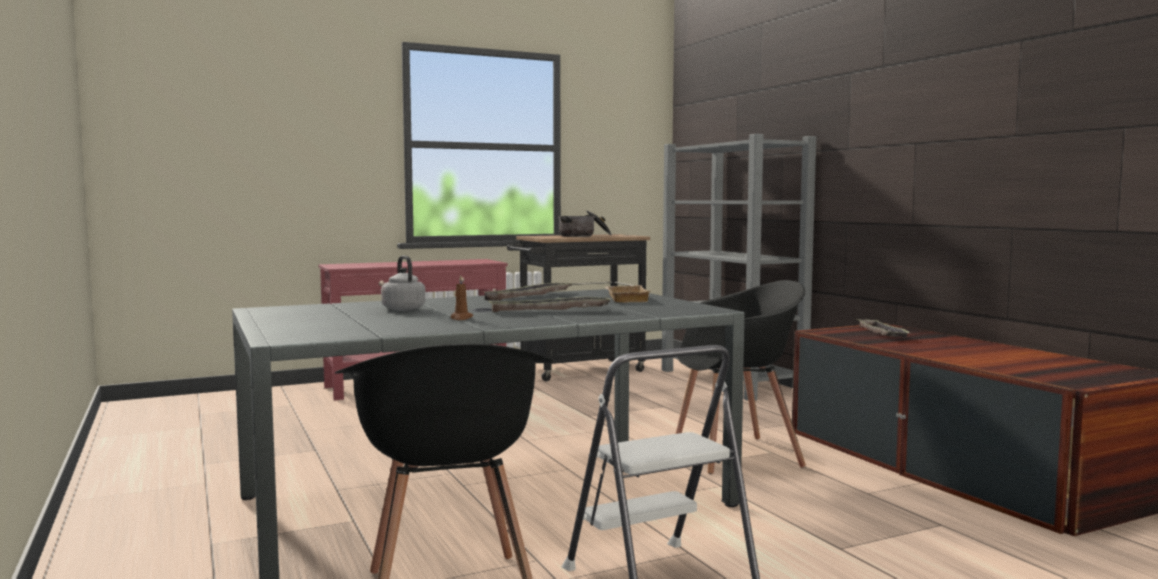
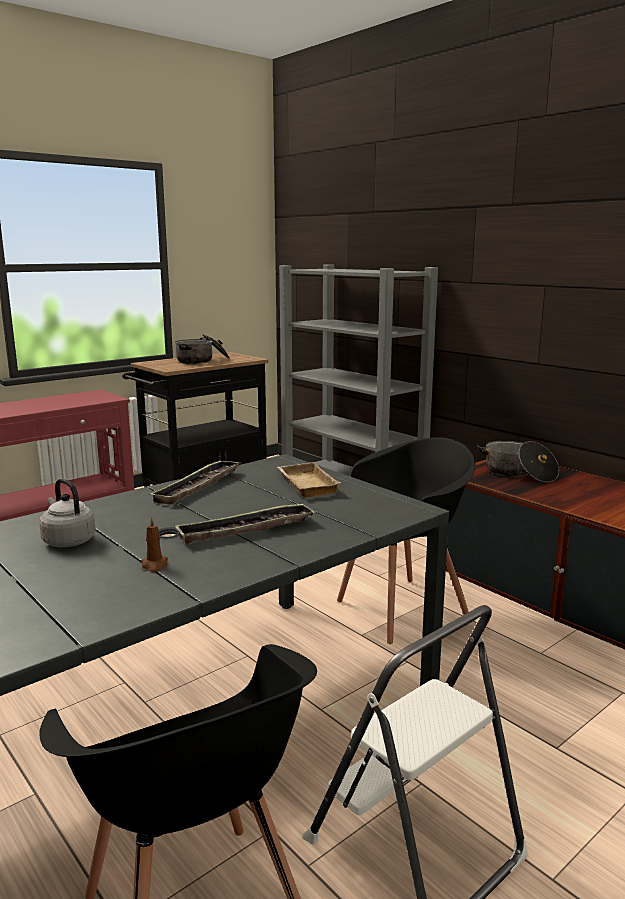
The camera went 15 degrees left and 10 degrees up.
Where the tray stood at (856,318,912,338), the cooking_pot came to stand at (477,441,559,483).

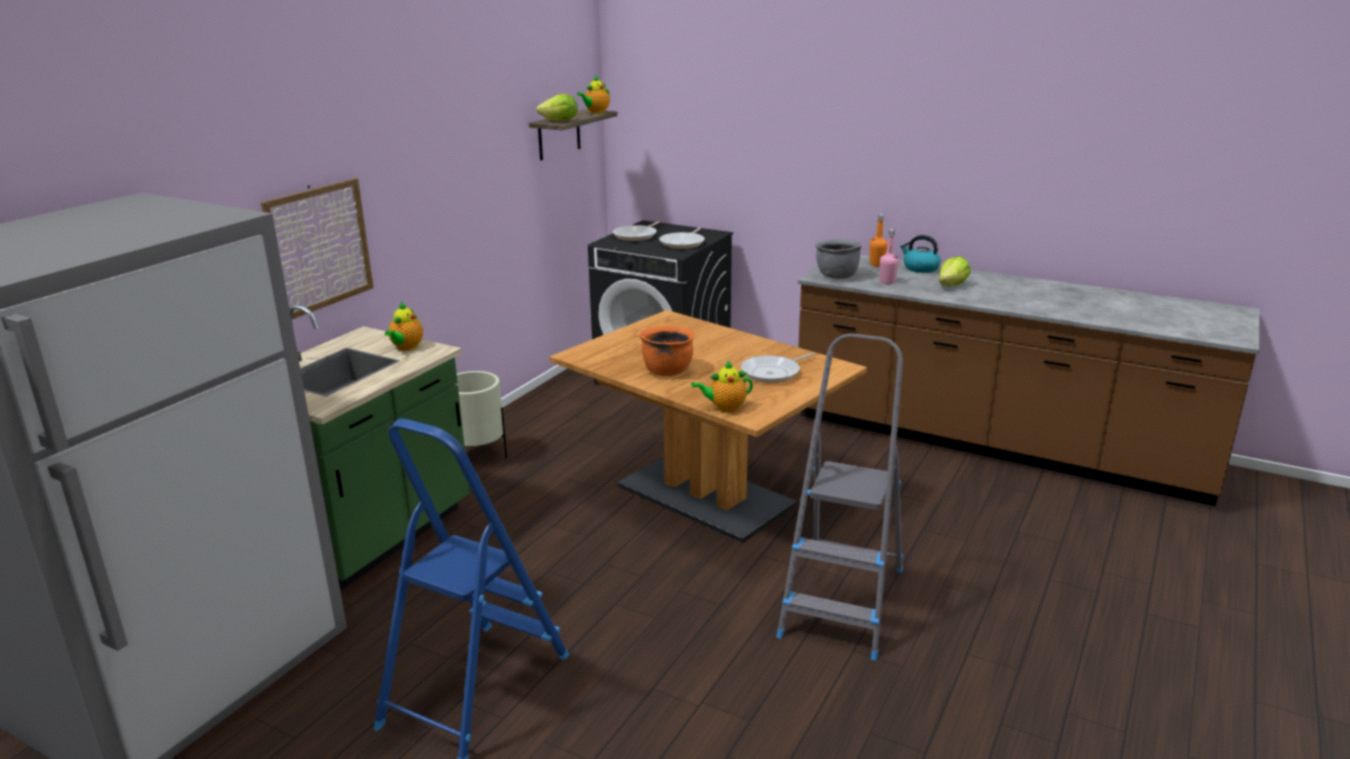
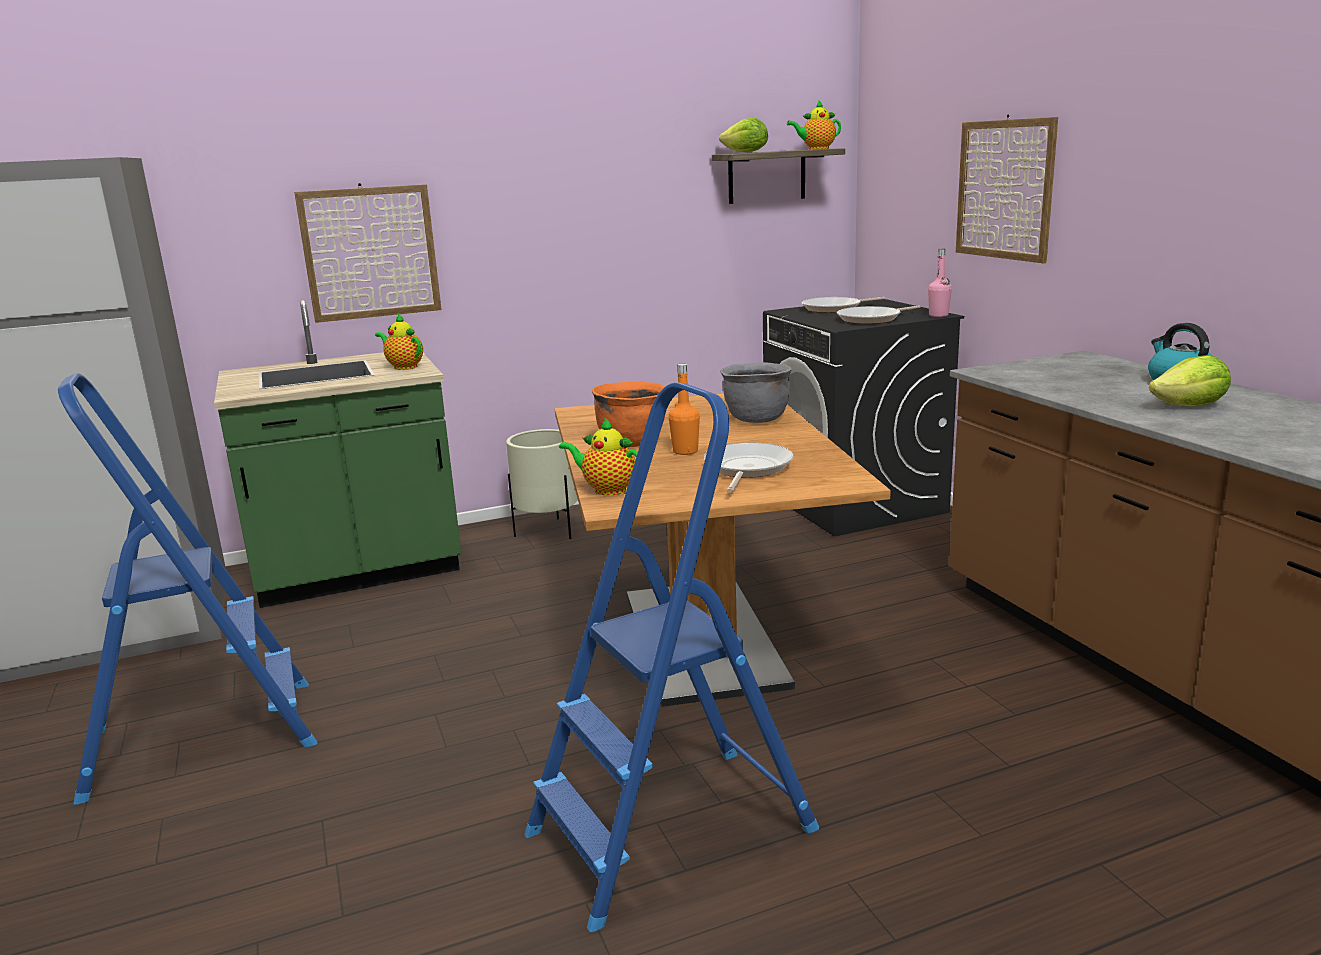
The camera went 40 degrees right and 5 degrees down.
The orange_bottle ended up elsewhere, having gone from (870,214,888,266) to (669,364,700,455).
The pink_bottle ended up elsewhere, having gone from (879,229,899,284) to (928,249,952,317).
The grey_cooking_pot ended up elsewhere, having gone from (815,238,862,279) to (720,362,792,423).
The teapot at (385,302,423,351) ended up facing another way, 75 degrees clockwise from before.
What was the grey_step_ladder at (777,334,903,661) turned into the blue_step_ladder at (524,382,819,932).
The frying_pan at (740,352,815,383) ended up facing another way, 105 degrees clockwise from before.
The second view gained the picture at (956,114,1058,263).

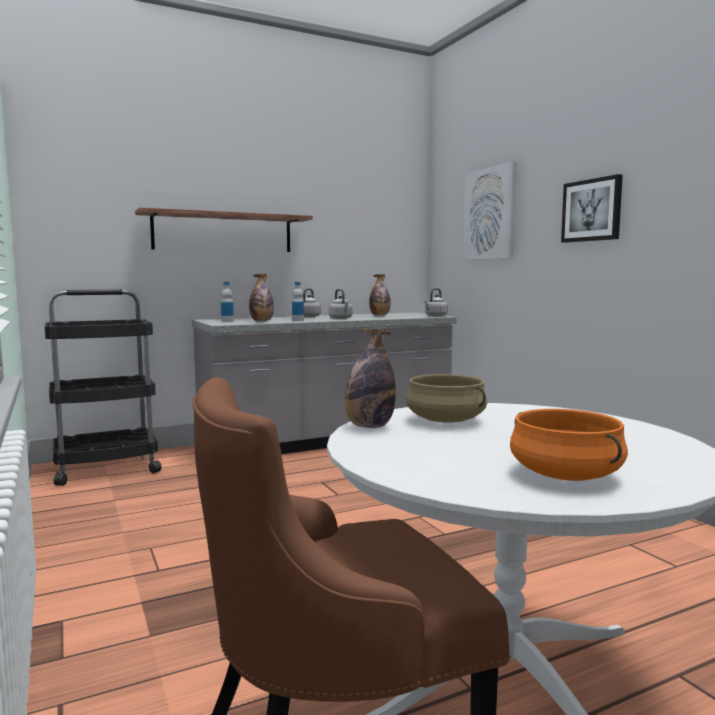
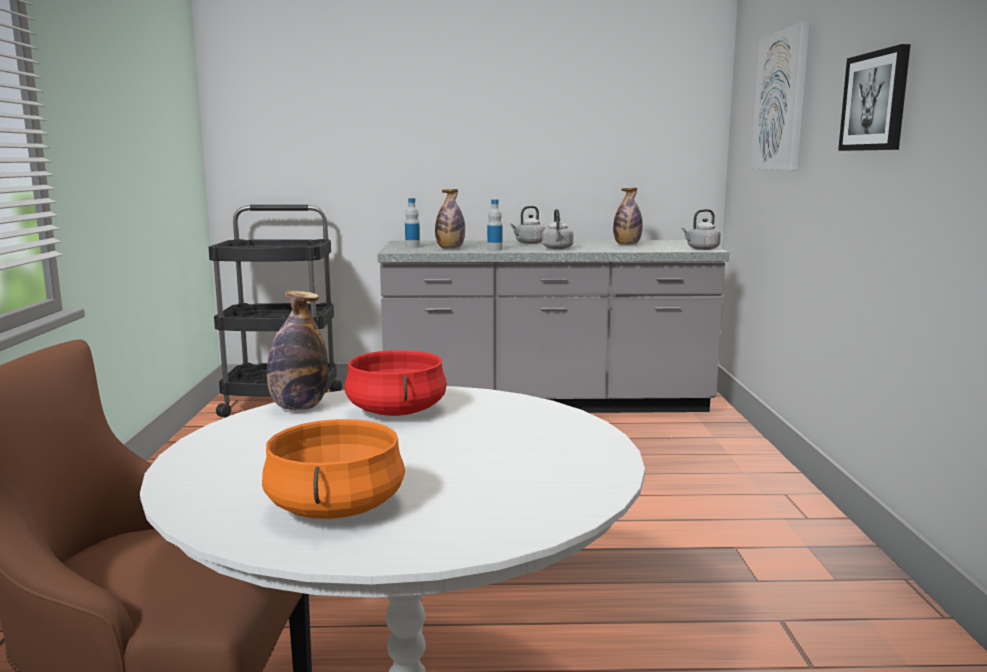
The camera went 25 degrees right and 5 degrees up.
The second view lost the shelf at (135,207,313,252).
What was the beige_cooking_pot at (406,374,487,423) turned into the red_cooking_pot at (344,350,447,416).

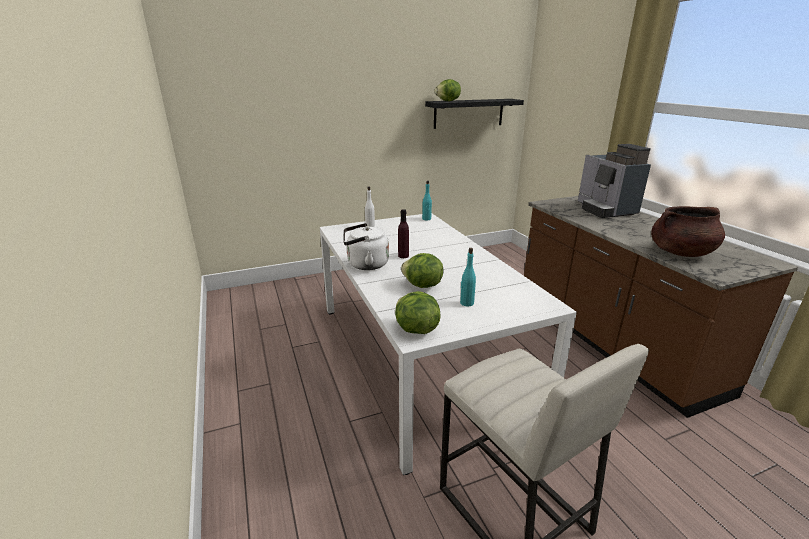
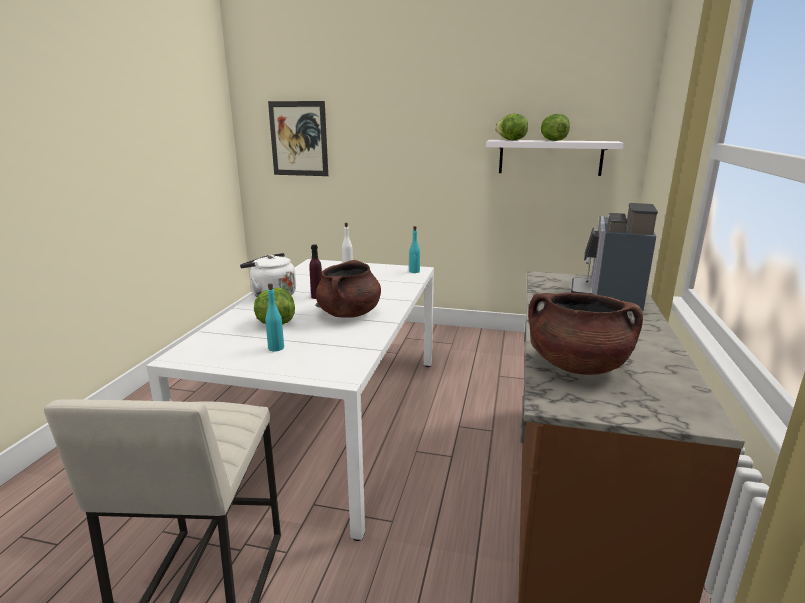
The camera went 35 degrees right and 5 degrees down.
What was the black_shelf at (425,99,524,129) turned into the white_shelf at (486,140,624,176).
The lettuce ended up elsewhere, having gone from (395,291,441,334) to (541,114,570,141).
The second view gained the picture at (268,101,328,176).
The second view gained the brown_cooking_pot at (316,260,381,318).

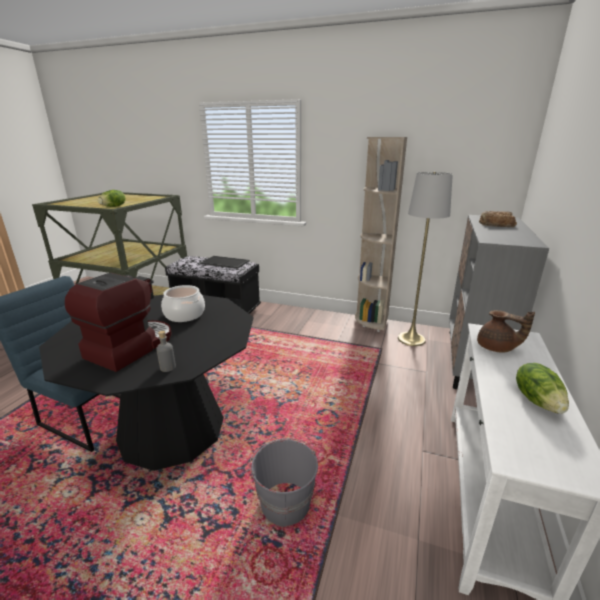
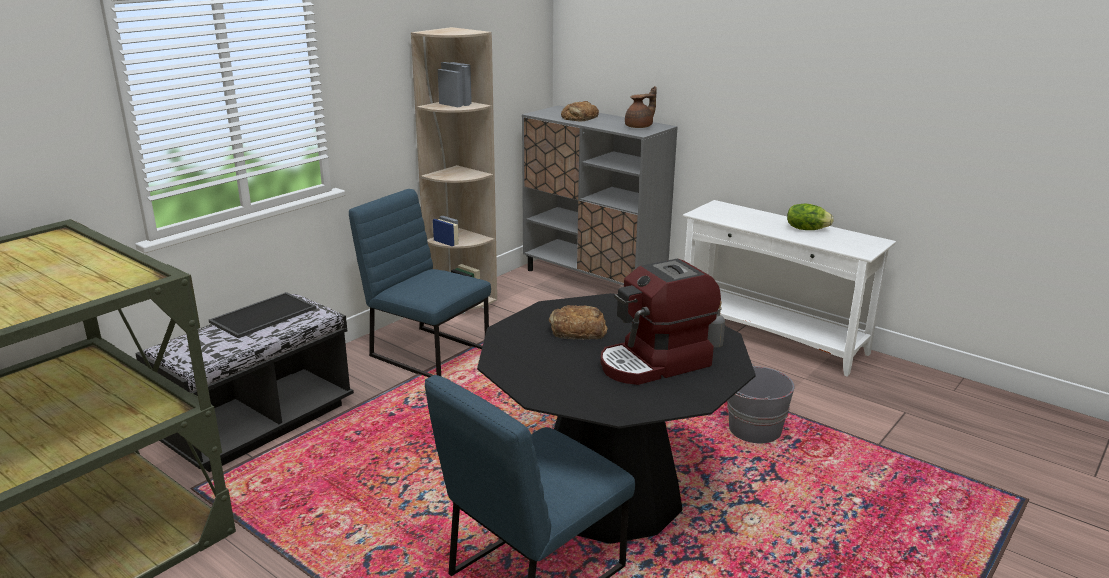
The camera went 70 degrees left and 0 degrees up.
The second view lost the grey_floor_lamp at (398,172,453,346).
The second view lost the lettuce at (98,190,126,207).
The coffee_machine at (65,273,171,372) ended up facing another way, 75 degrees counterclockwise from before.
Where the cooking_pot stood at (161,285,205,322), the bread came to stand at (549,305,608,340).
The brown_teapot ended up elsewhere, having gone from (477,310,535,353) to (625,86,657,128).
The second view gained the blue_chair at (349,189,491,377).

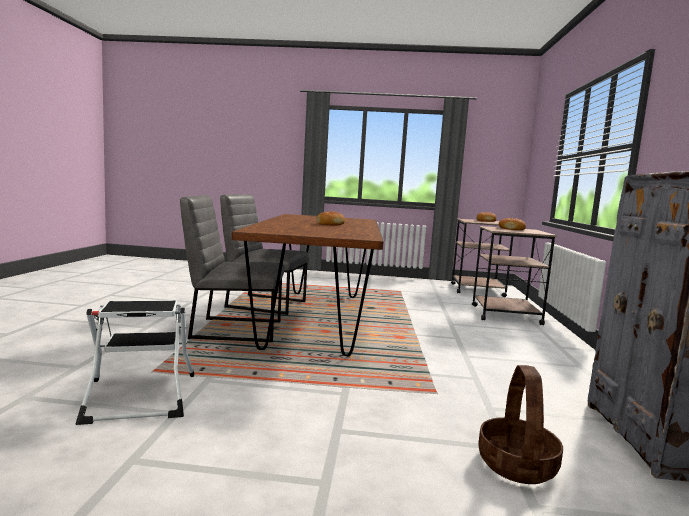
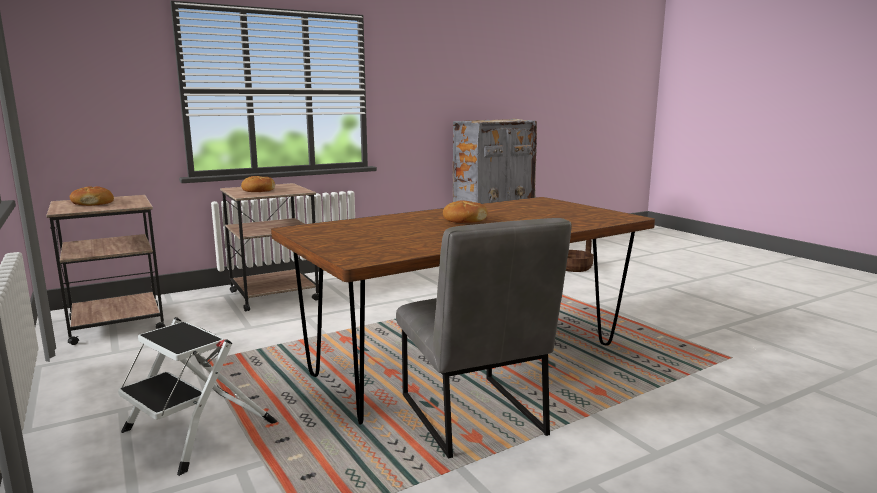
The camera went 125 degrees left and 5 degrees up.
The second view lost the grey_chair at (180,195,285,342).
The step_ladder ended up elsewhere, having gone from (76,300,194,425) to (118,317,277,476).

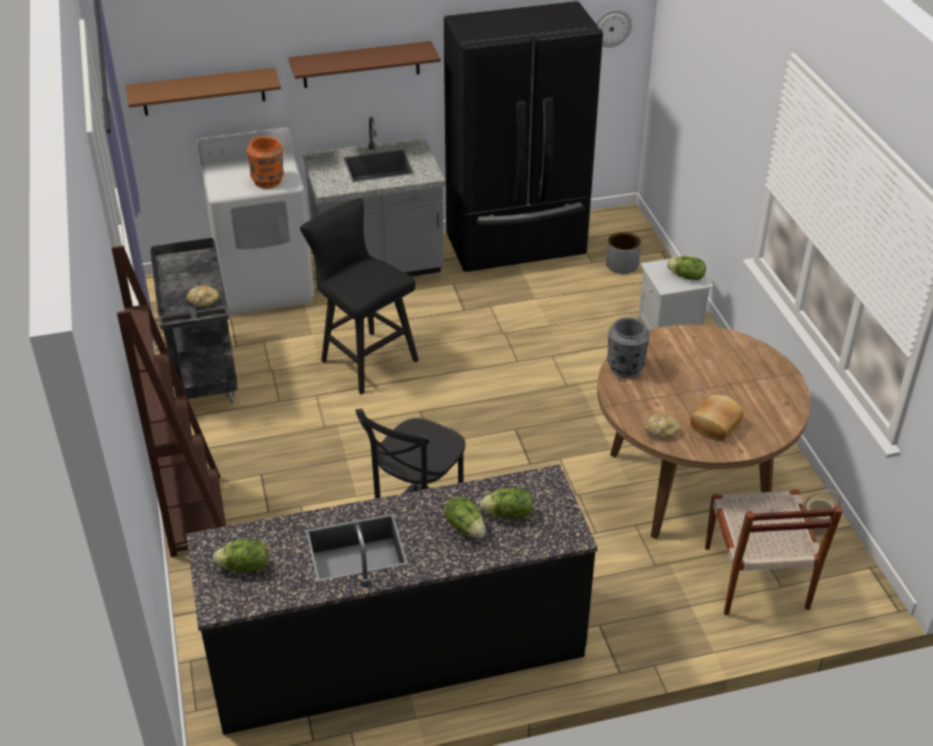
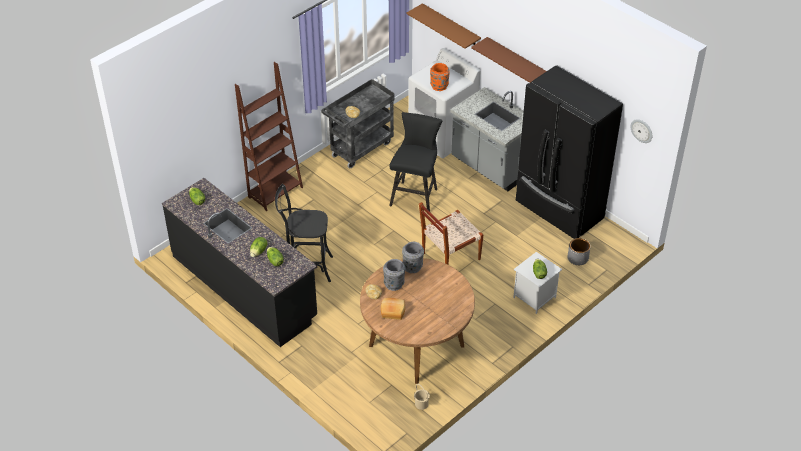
The camera went 60 degrees right and 5 degrees up.
The chair ended up elsewhere, having gone from (705,489,843,615) to (419,202,483,265).
The second view gained the grey_vase at (383,259,406,291).

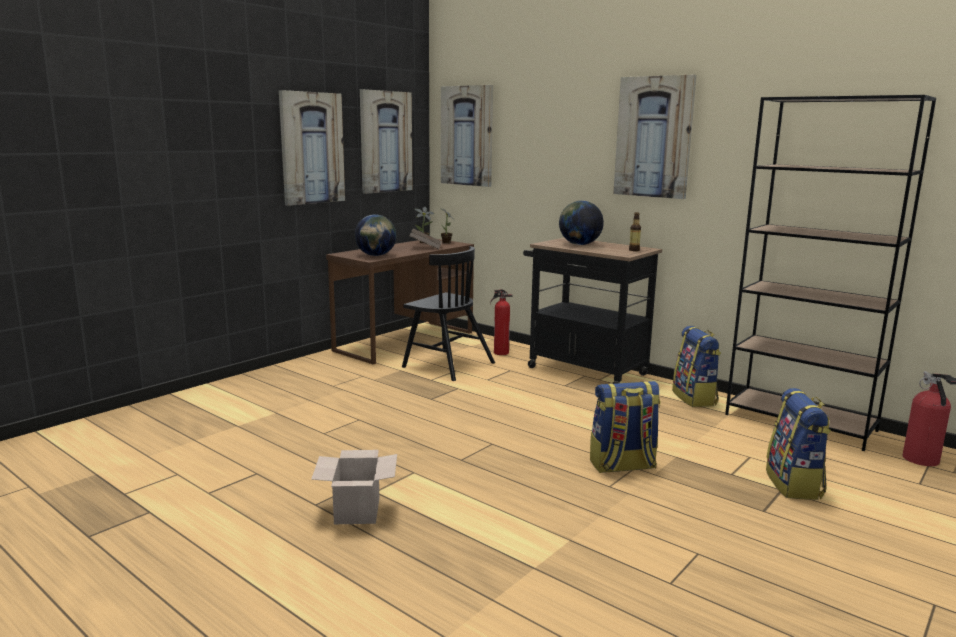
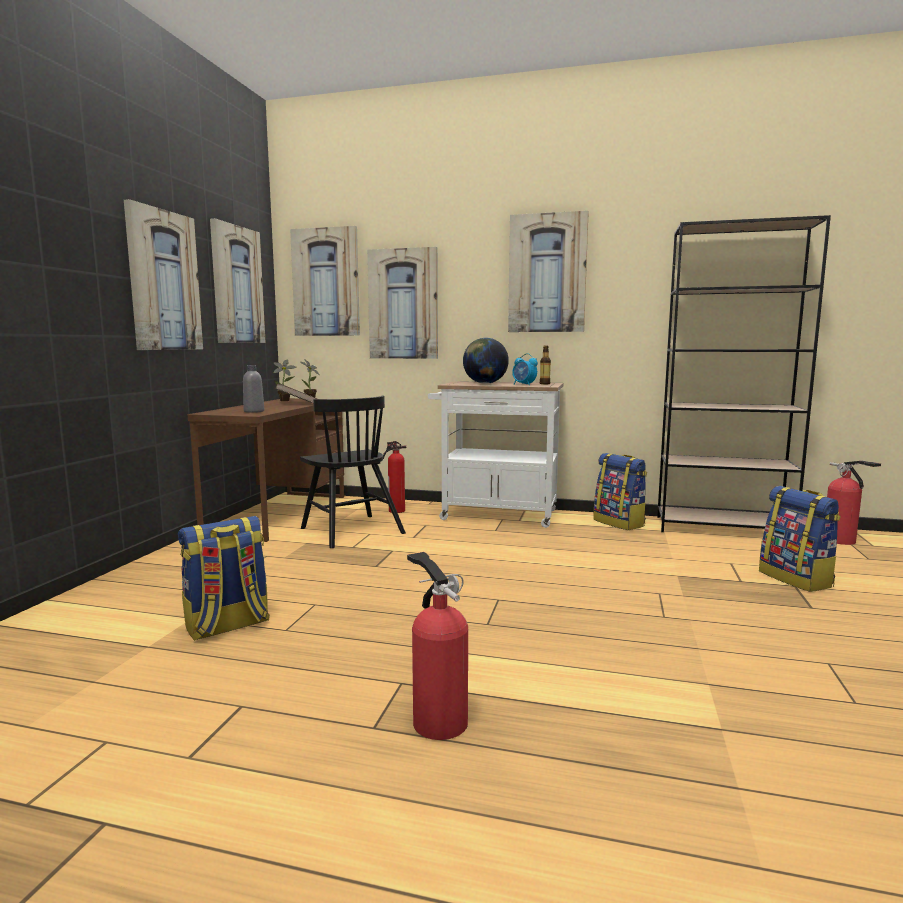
The camera went 25 degrees left and 5 degrees down.
Where the globe stood at (355,214,396,256), the grey_bottle came to stand at (243,365,264,413).
What was the black_cart at (523,238,662,384) turned into the white_cart at (428,381,563,528).
The black_chair at (402,246,495,381) ended up facing another way, 45 degrees clockwise from before.
The backpack ended up elsewhere, having gone from (590,381,661,473) to (178,516,270,641).
Where the cardboard_box stood at (311,450,397,524), the fire_extinguisher came to stand at (407,552,468,740).
The second view gained the picture at (367,247,438,359).
The second view gained the alarm_clock at (512,353,538,385).

